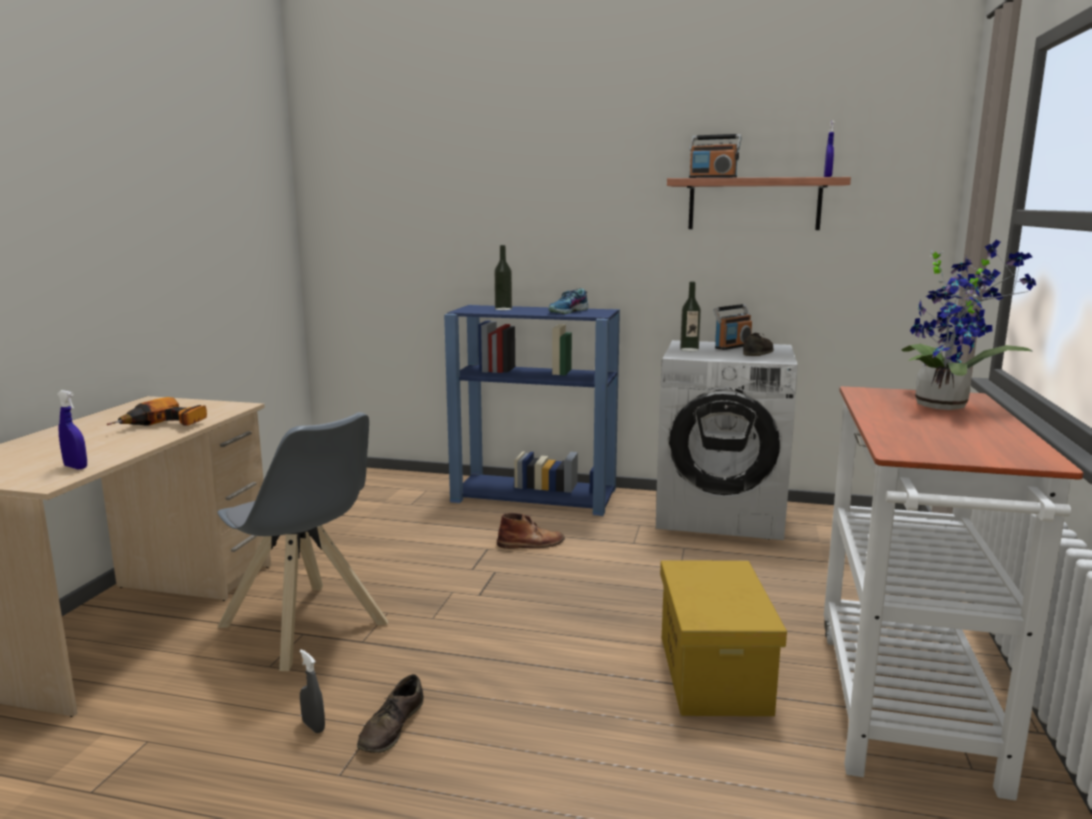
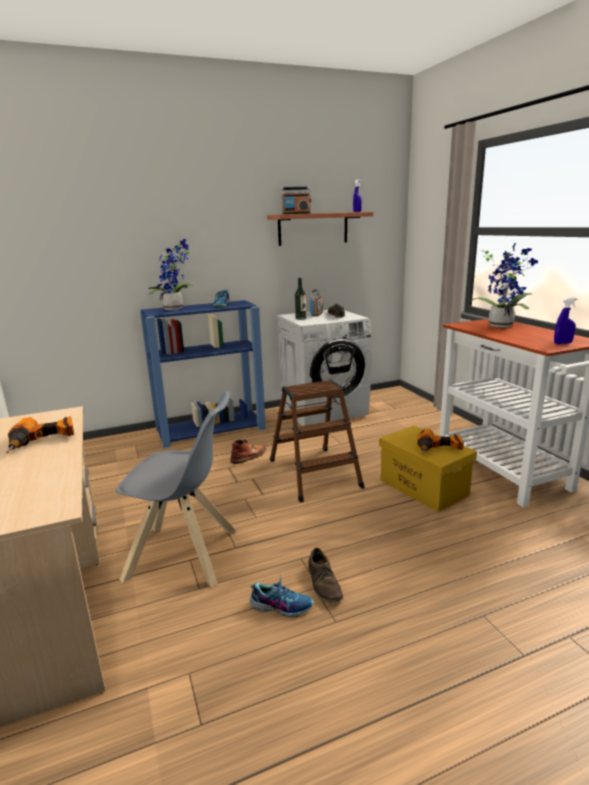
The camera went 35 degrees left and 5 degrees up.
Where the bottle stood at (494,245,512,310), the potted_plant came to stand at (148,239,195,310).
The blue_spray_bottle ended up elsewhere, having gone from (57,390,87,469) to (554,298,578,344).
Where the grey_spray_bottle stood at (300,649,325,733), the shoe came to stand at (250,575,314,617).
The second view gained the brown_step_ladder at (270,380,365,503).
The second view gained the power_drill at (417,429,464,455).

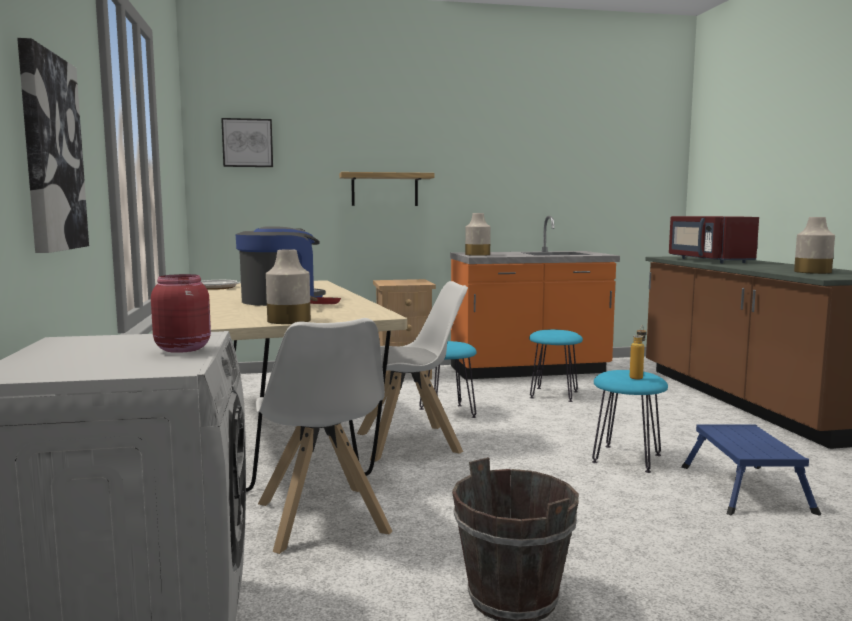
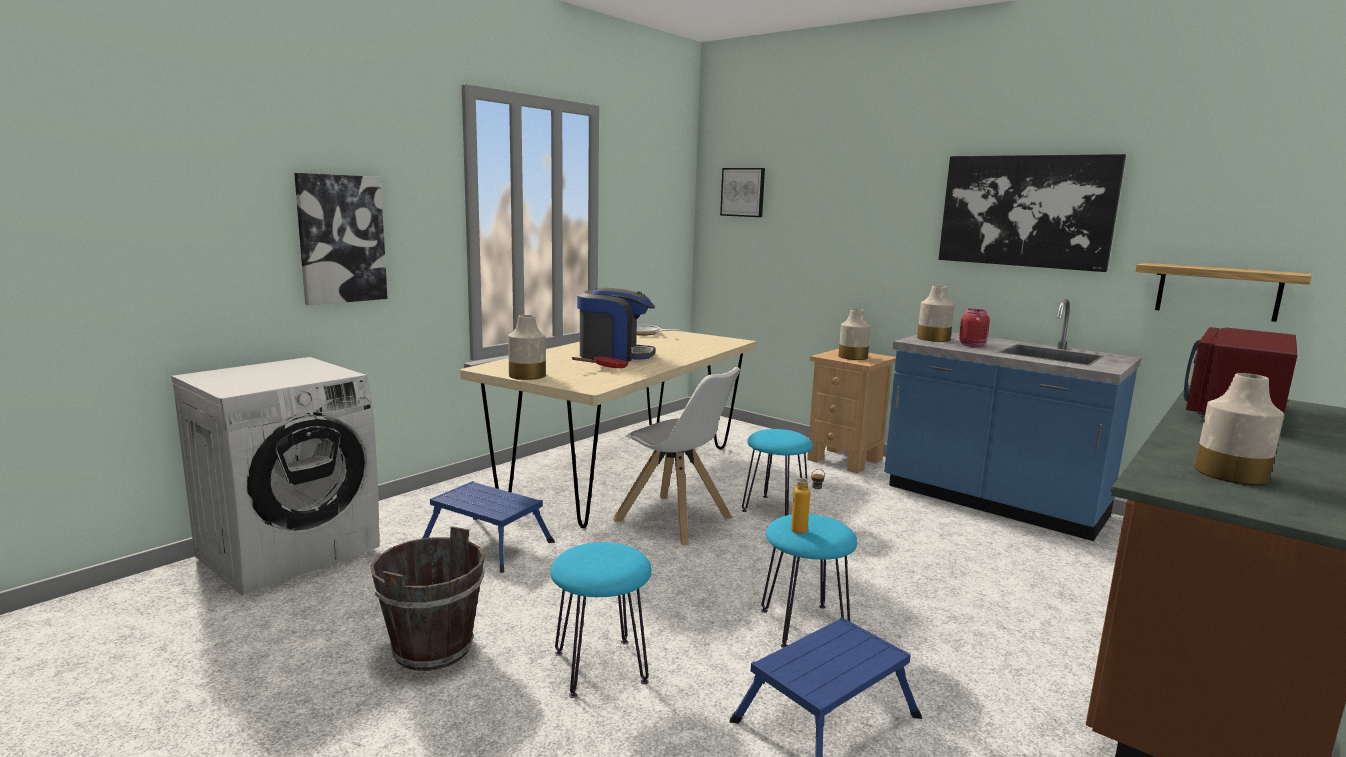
The camera went 50 degrees right and 5 degrees up.
The shelf ended up elsewhere, having gone from (339,172,435,206) to (1135,263,1312,322).
What was the orange_counter at (450,216,620,379) turned into the blue_counter at (884,299,1141,541).
The red_jar ended up elsewhere, having gone from (151,274,211,353) to (959,309,990,347).
Where the chair stood at (256,318,392,554), the blue_step_ladder came to stand at (422,481,555,573).
The turquoise_stool ended up elsewhere, having gone from (529,330,583,402) to (550,542,652,698).
The second view gained the picture at (939,154,1126,272).
The second view gained the beige_vase at (838,309,871,360).

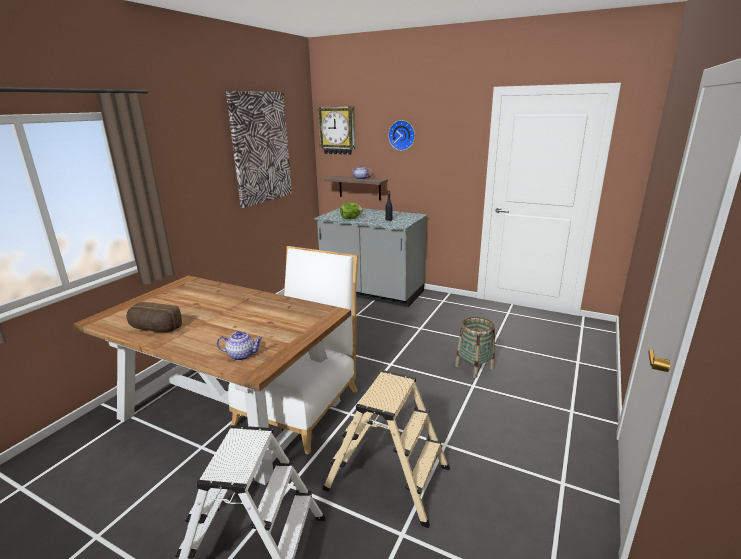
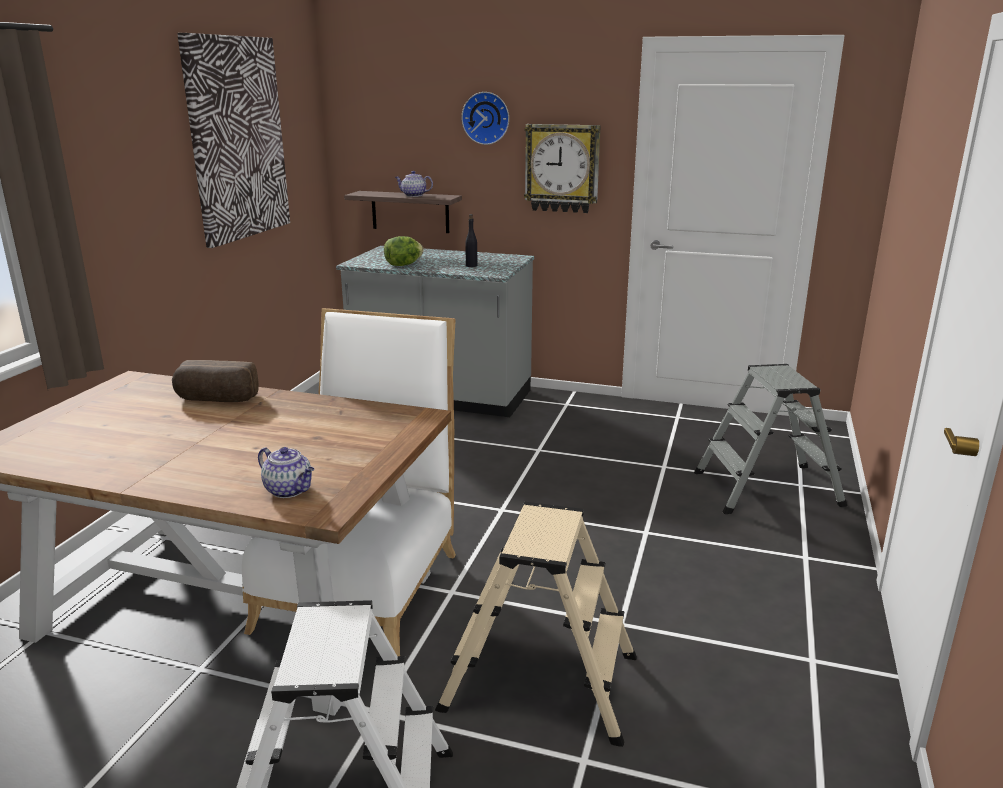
The camera went 10 degrees left and 0 degrees up.
The wall_clock ended up elsewhere, having gone from (317,106,356,155) to (524,124,601,213).
The bread ended up elsewhere, having gone from (126,302,182,332) to (172,360,259,402).
The second view lost the basket at (455,317,495,378).
The teapot at (217,331,263,361) ended up facing another way, 45 degrees clockwise from before.
The second view gained the grey_step_ladder at (694,364,847,514).

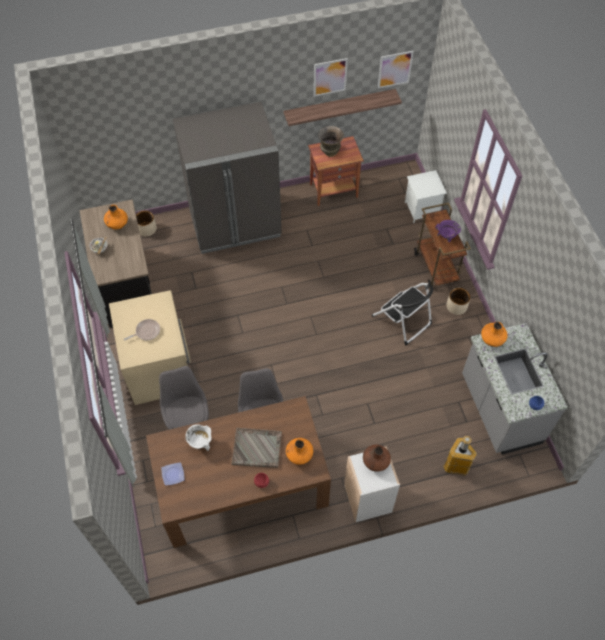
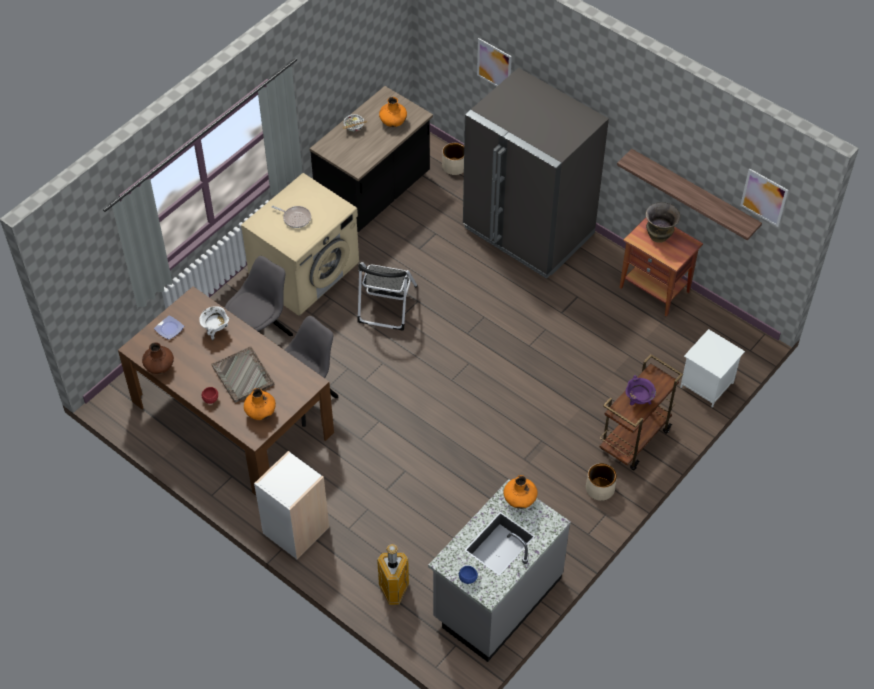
The camera went 55 degrees right and 5 degrees down.
The picture ended up elsewhere, having gone from (314,58,348,97) to (477,38,512,86).
The step_ladder ended up elsewhere, having gone from (372,283,433,345) to (357,262,418,331).
The brown_vase ended up elsewhere, having gone from (363,444,391,472) to (142,342,174,374).

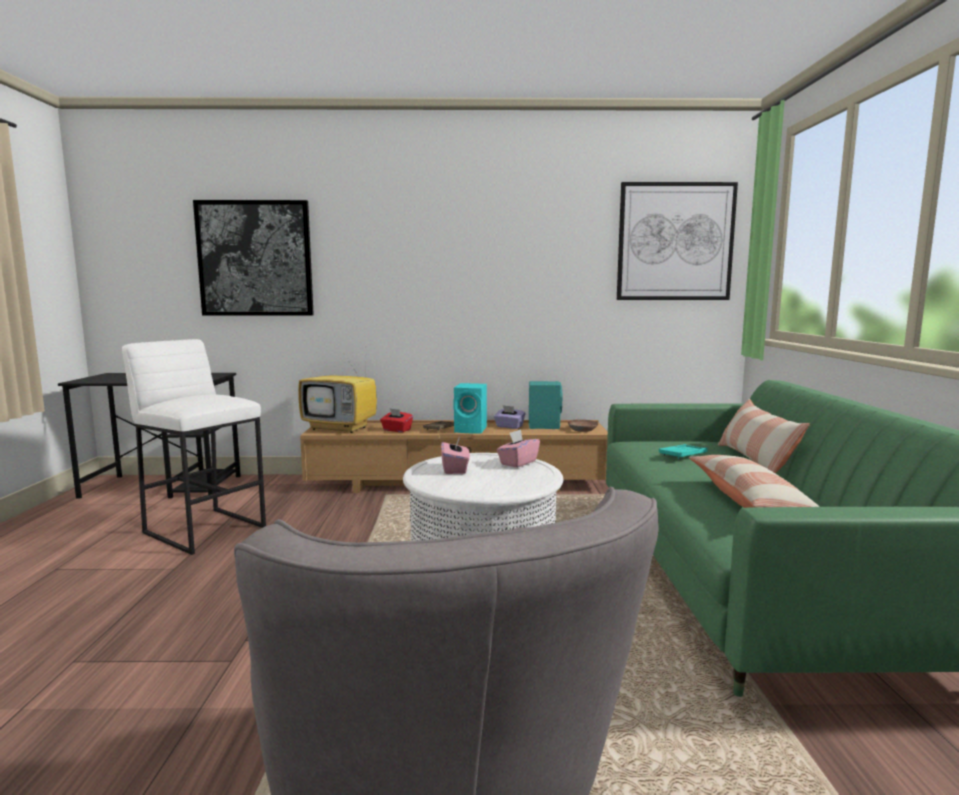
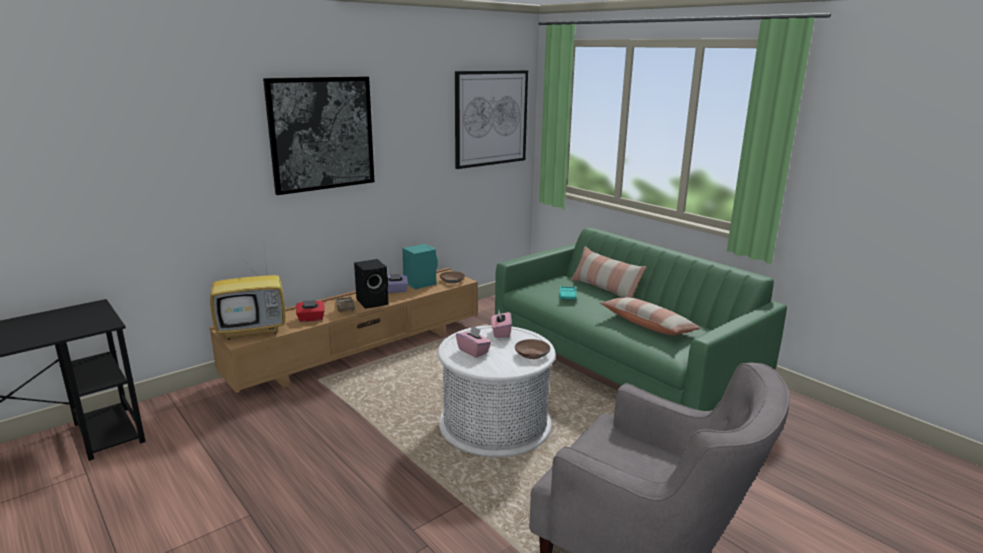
The camera went 40 degrees left and 10 degrees up.
The picture ended up elsewhere, having gone from (193,200,314,316) to (263,76,374,195).
The second view lost the white_stool at (122,339,266,555).
What was the turquoise_speaker at (453,383,487,434) turned into the black_speaker at (354,259,388,309).
The second view gained the brown_bowl at (515,339,550,359).

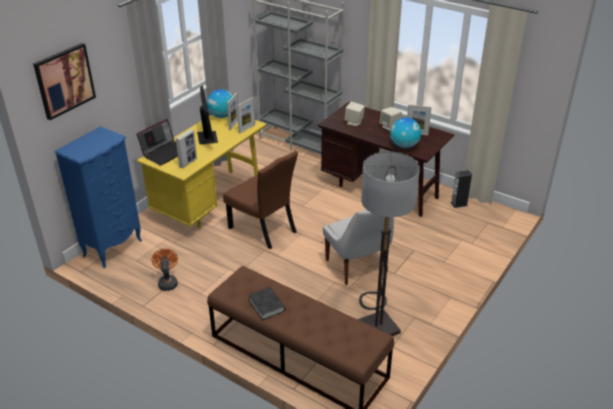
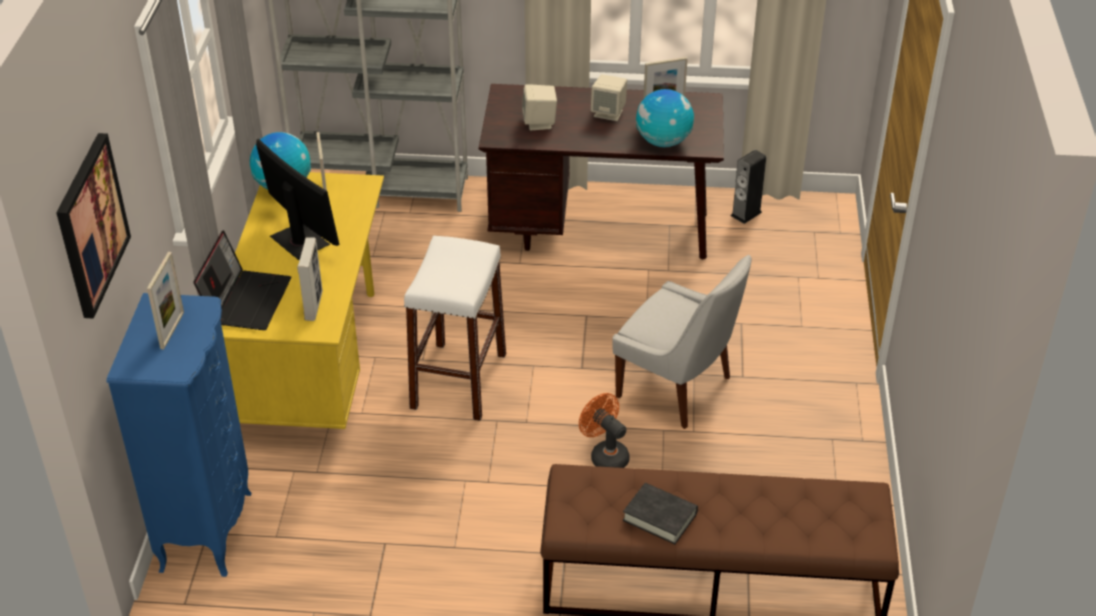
The camera went 30 degrees left and 5 degrees up.
The picture_frame ended up elsewhere, having gone from (237,97,255,133) to (147,252,184,349).
Where the brown_chair stood at (223,151,298,249), the white_stool came to stand at (404,236,506,421).
The second view lost the floor_lamp at (357,152,420,336).
The orange_fan ended up elsewhere, having gone from (152,249,178,291) to (579,393,630,468).

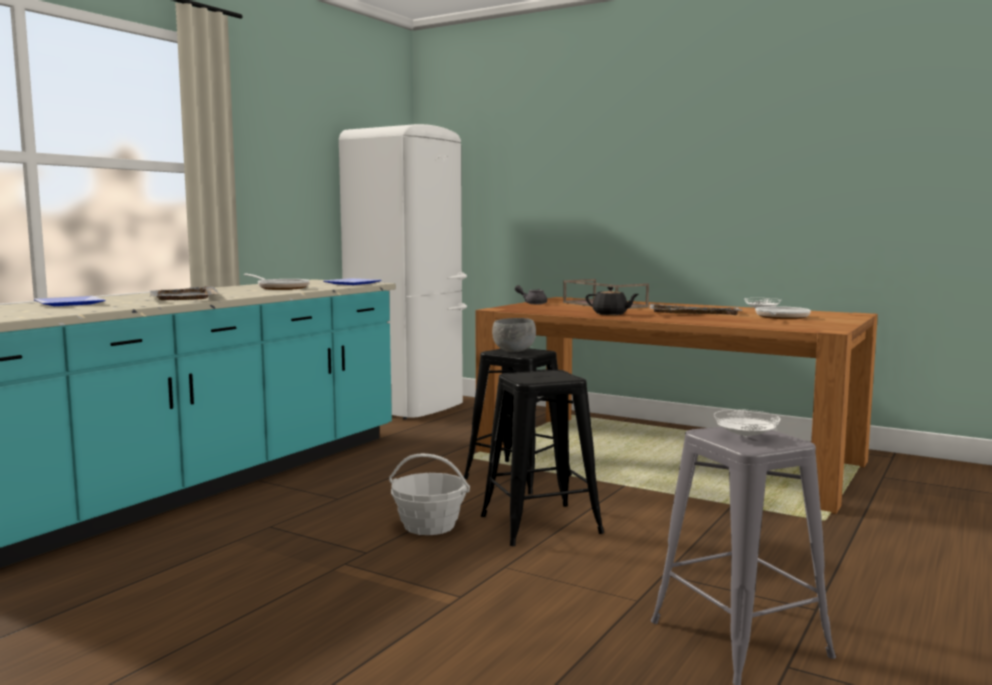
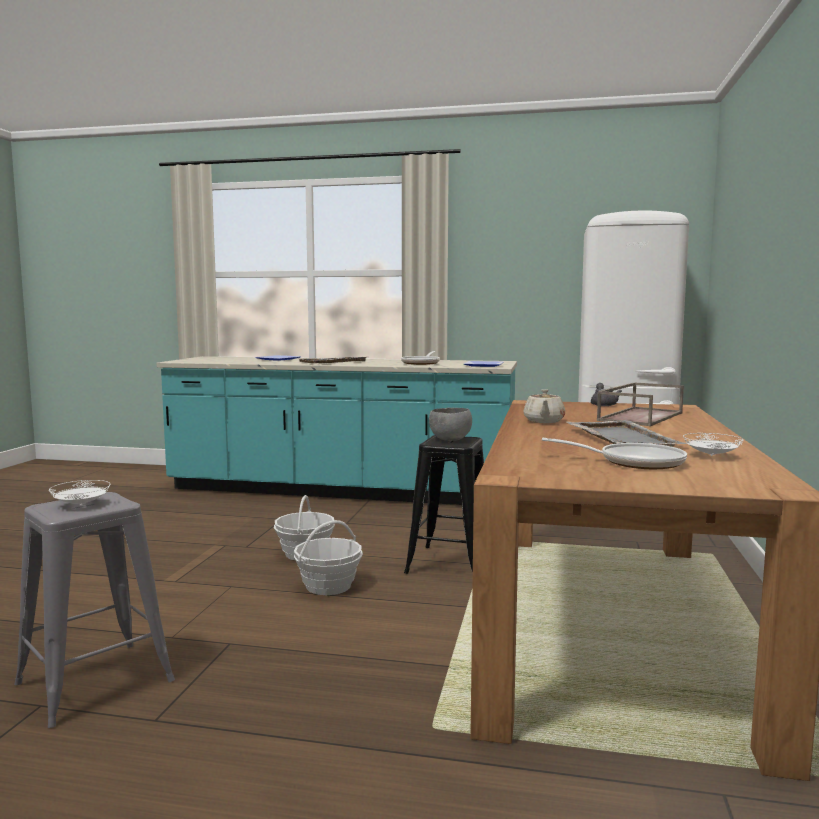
The camera went 70 degrees right and 0 degrees up.
What was the black_teapot at (586,287,638,315) turned into the beige_teapot at (524,389,565,423).
Where the black_stool stood at (481,370,604,546), the basket came to stand at (294,520,363,595).

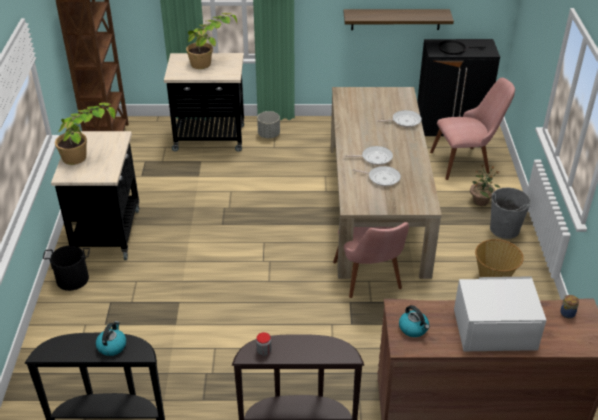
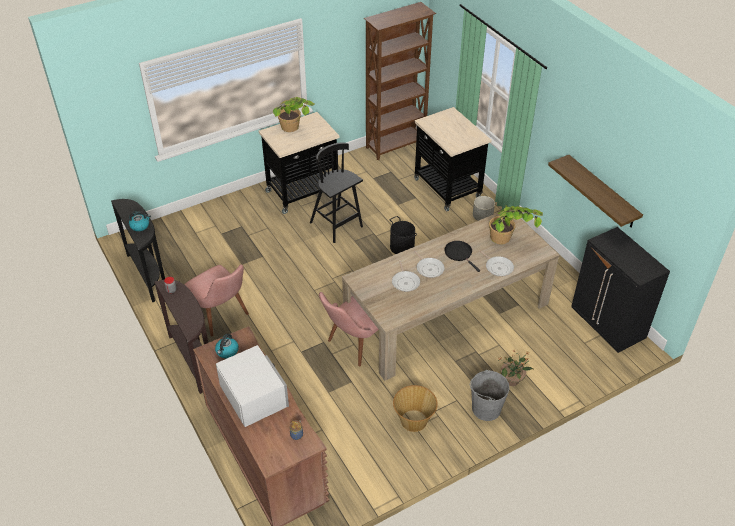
The camera went 60 degrees right and 5 degrees up.
The potted_plant ended up elsewhere, having gone from (186,13,237,69) to (489,205,543,244).
The black_frying_pan ended up elsewhere, having gone from (438,40,486,55) to (444,241,480,272).
The pink_chair ended up elsewhere, having gone from (430,78,515,180) to (184,264,249,337).
The black_bucket ended up elsewhere, having gone from (43,245,90,291) to (389,216,417,254).
The second view gained the black_stool at (310,142,363,243).

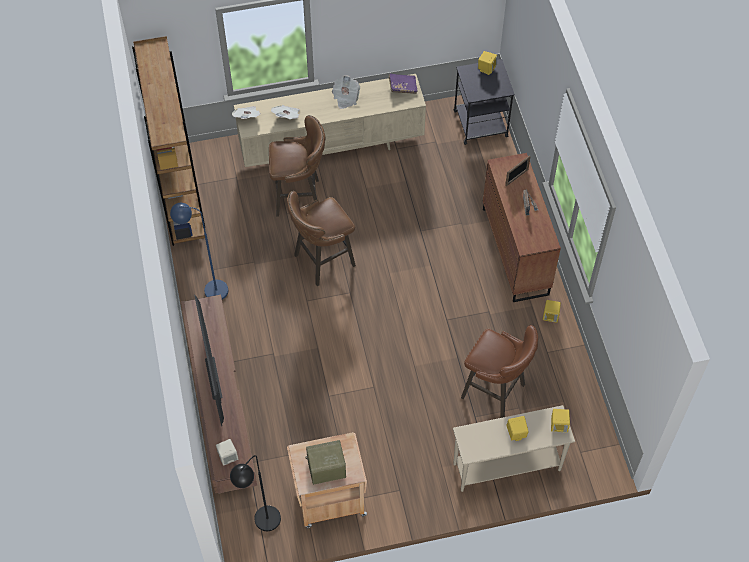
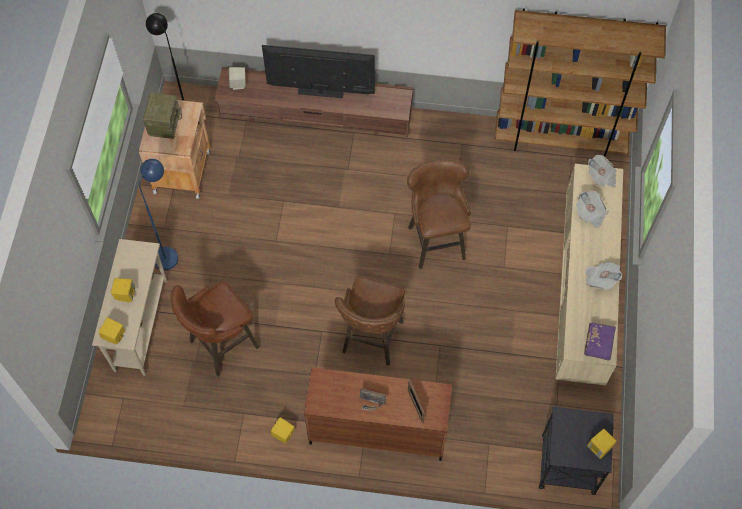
The camera went 110 degrees right and 5 degrees up.
The brown_stool ended up elsewhere, having gone from (269,115,325,217) to (335,276,405,366).
The blue_floor_lamp ended up elsewhere, having gone from (170,203,228,300) to (139,159,178,270).

